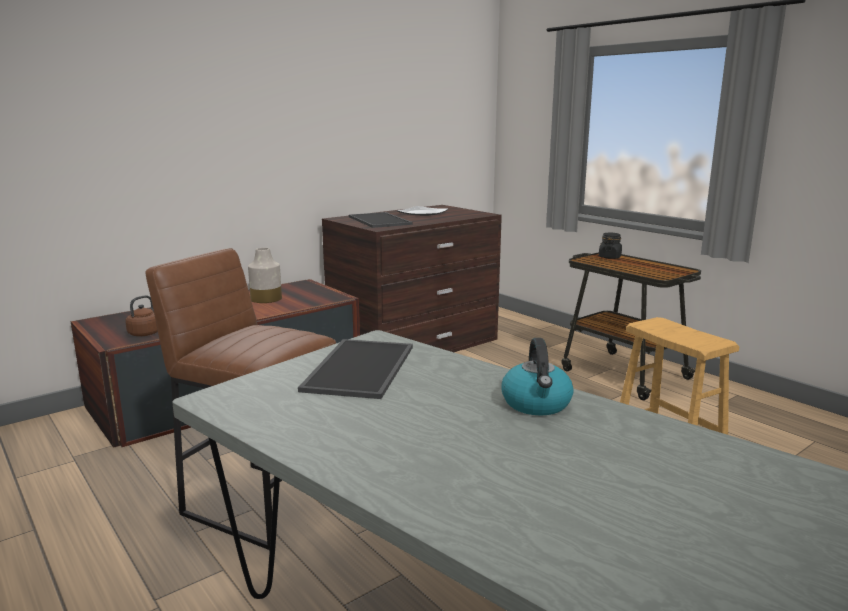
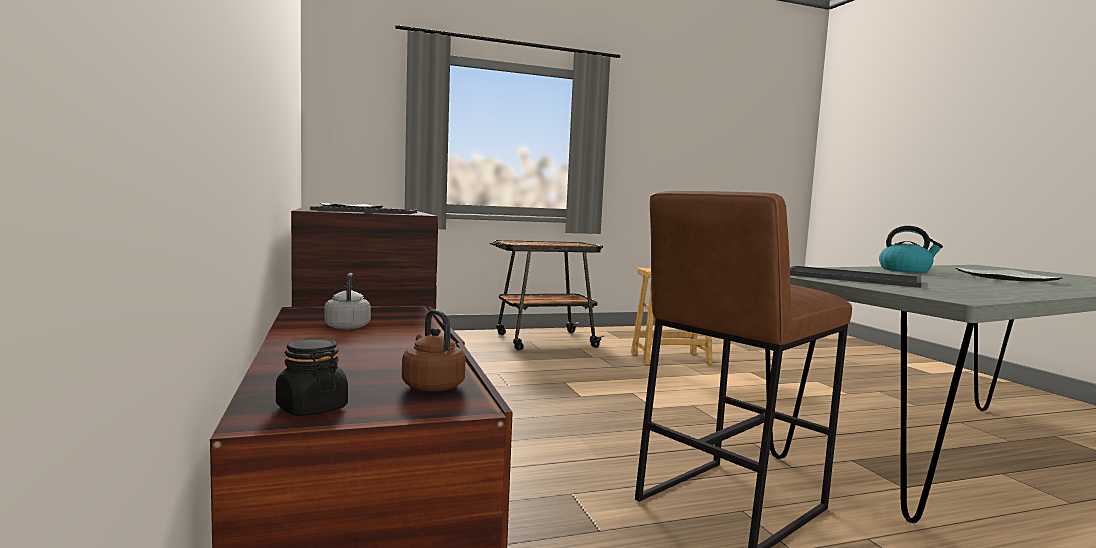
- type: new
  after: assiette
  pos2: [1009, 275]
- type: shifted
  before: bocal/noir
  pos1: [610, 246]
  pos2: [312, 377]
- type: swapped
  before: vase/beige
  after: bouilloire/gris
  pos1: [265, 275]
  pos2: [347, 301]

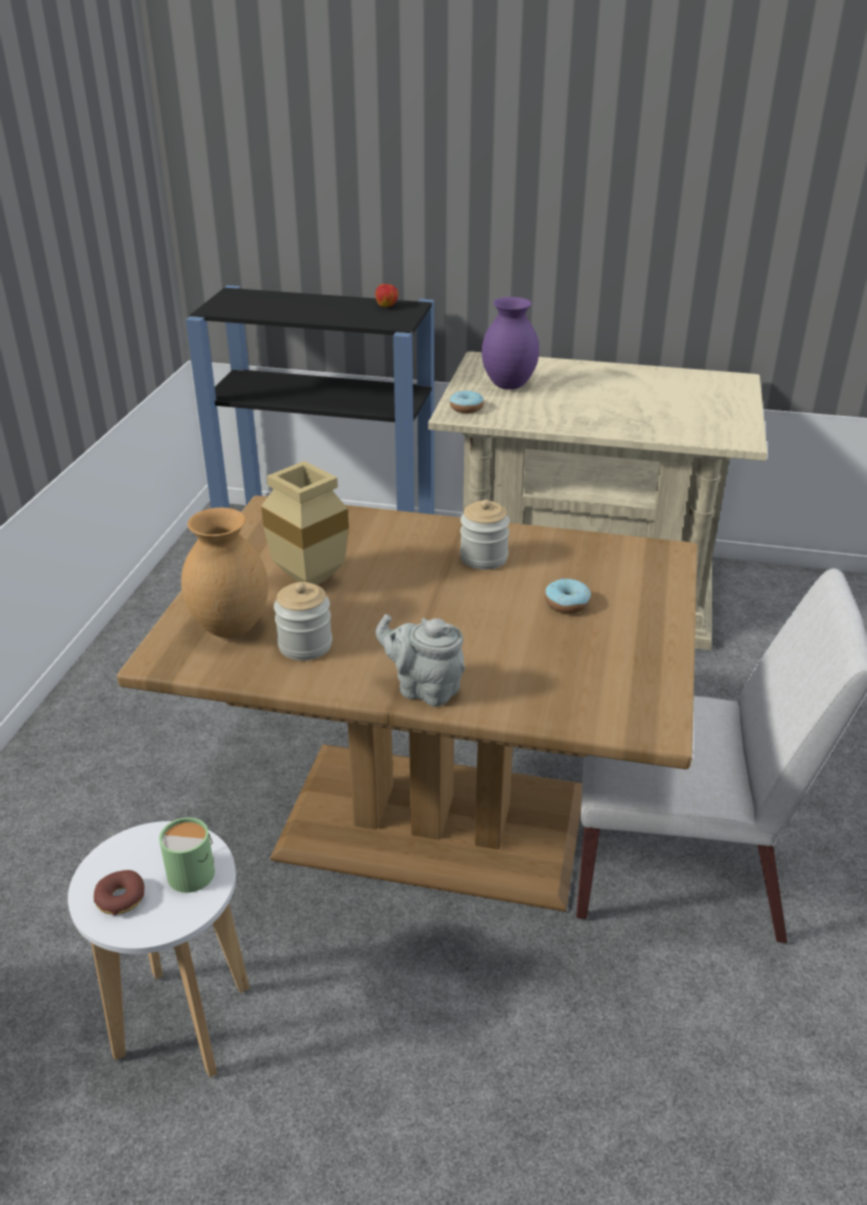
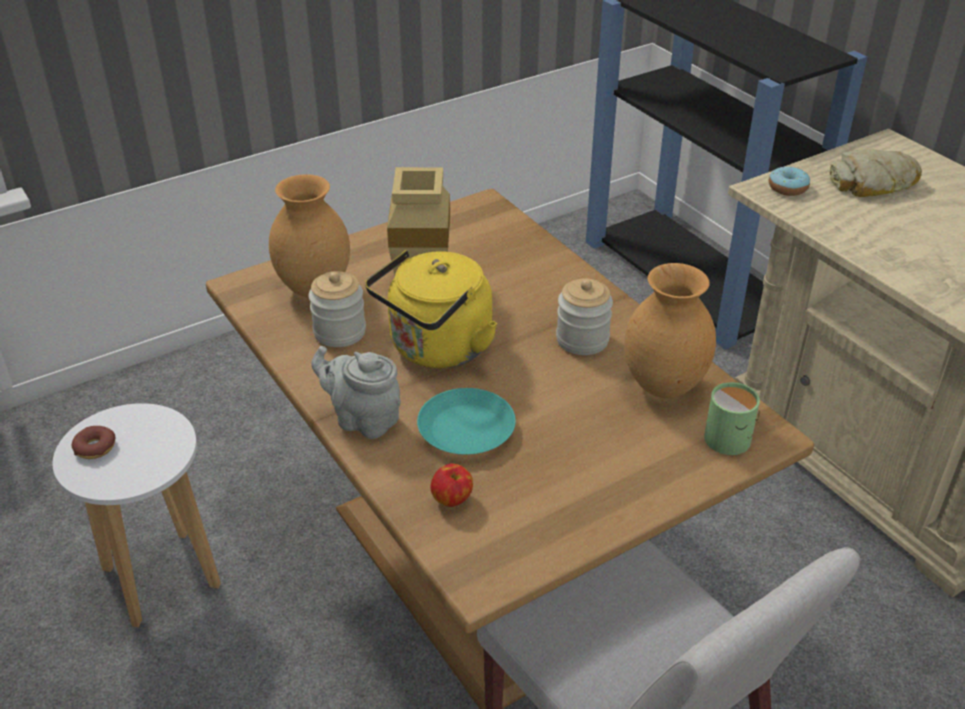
- type: gone
  before: beignet
  pos1: [568, 595]
- type: new
  after: bouilloire/jaune
  pos2: [431, 309]
- type: new
  after: assiette/turquoise
  pos2: [466, 421]
- type: new
  after: vase/marron
  pos2: [670, 330]
- type: shifted
  before: mug/vert
  pos1: [187, 855]
  pos2: [732, 418]
- type: shifted
  before: pomme
  pos1: [386, 295]
  pos2: [452, 485]
- type: swapped
  before: vase/violet
  after: pain
  pos1: [510, 343]
  pos2: [876, 173]
- type: rotated
  before: théière/gris
  pos1: [420, 660]
  pos2: [356, 392]
  turn: -45

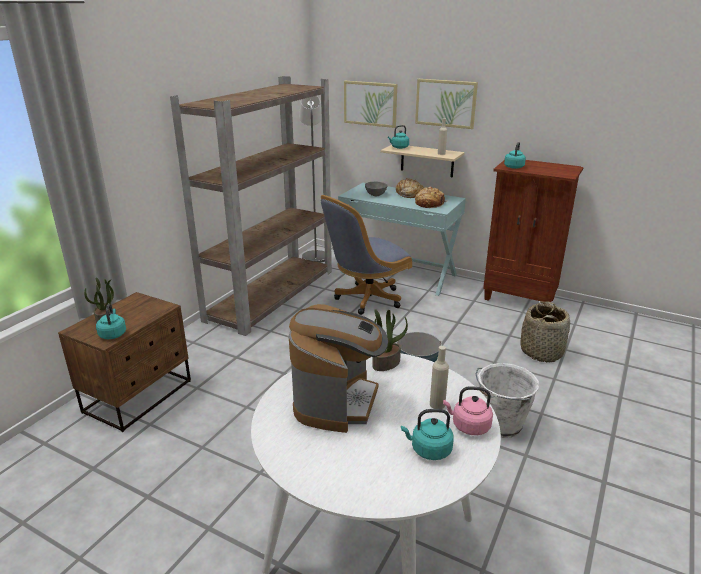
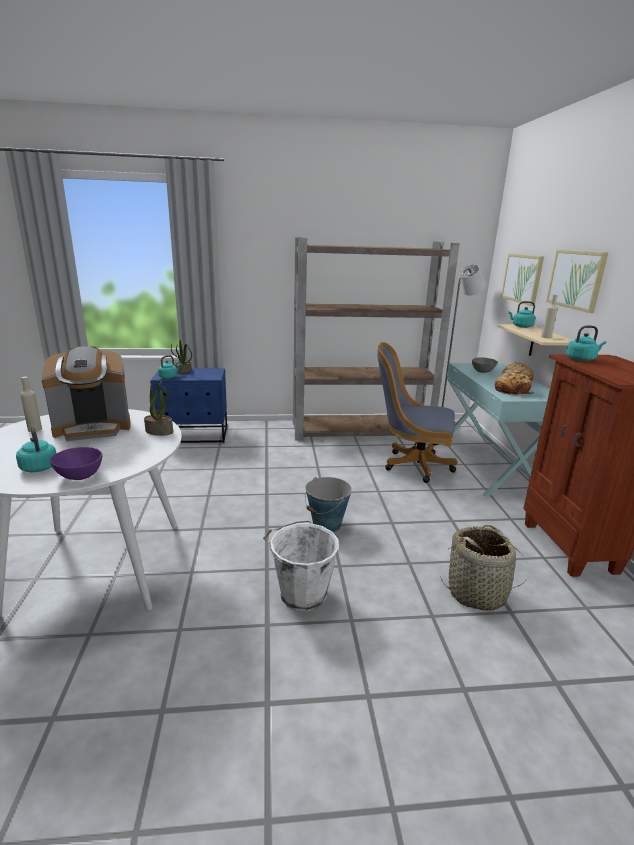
- type: shifted
  before: bouteille/beige
  pos1: [439, 377]
  pos2: [31, 404]
- type: swapped
  before: bouilloire/rose
  after: bol/violet
  pos1: [468, 410]
  pos2: [75, 463]
- type: repainted
  before: table de chevet/marron
  after: table de chevet/bleu
  pos1: [124, 362]
  pos2: [188, 405]

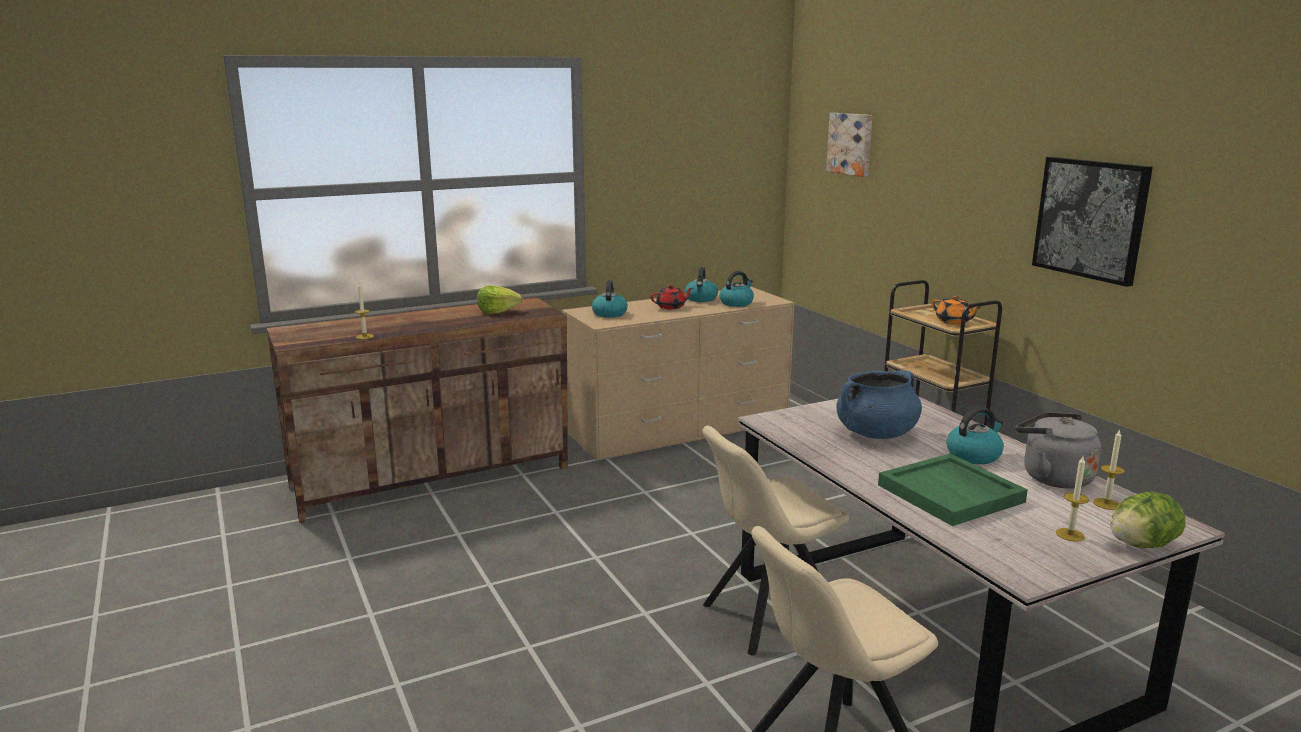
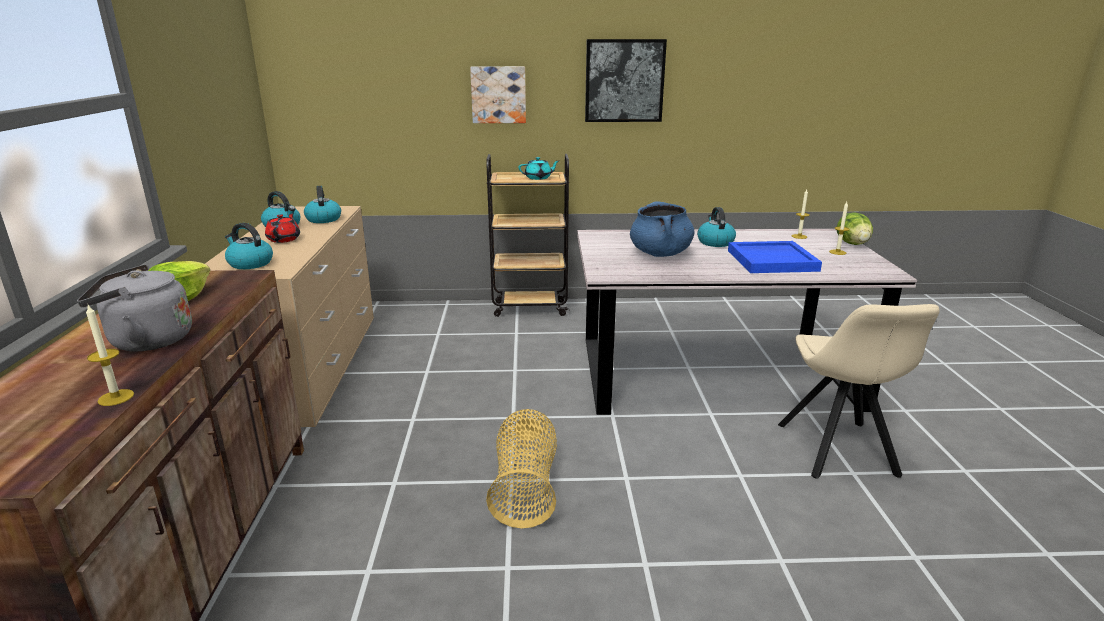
- type: gone
  before: chaise/beige
  pos1: [775, 541]
- type: new
  after: panier
  pos2: [521, 468]
- type: shifted
  before: tableau
  pos1: [849, 145]
  pos2: [498, 94]
- type: shifted
  before: bouilloire/gris
  pos1: [1058, 450]
  pos2: [134, 307]
- type: repainted
  before: plateau/vert
  after: plateau/bleu
  pos1: [953, 490]
  pos2: [775, 257]
- type: repainted
  before: théière/orange
  after: théière/turquoise
  pos1: [956, 309]
  pos2: [538, 168]

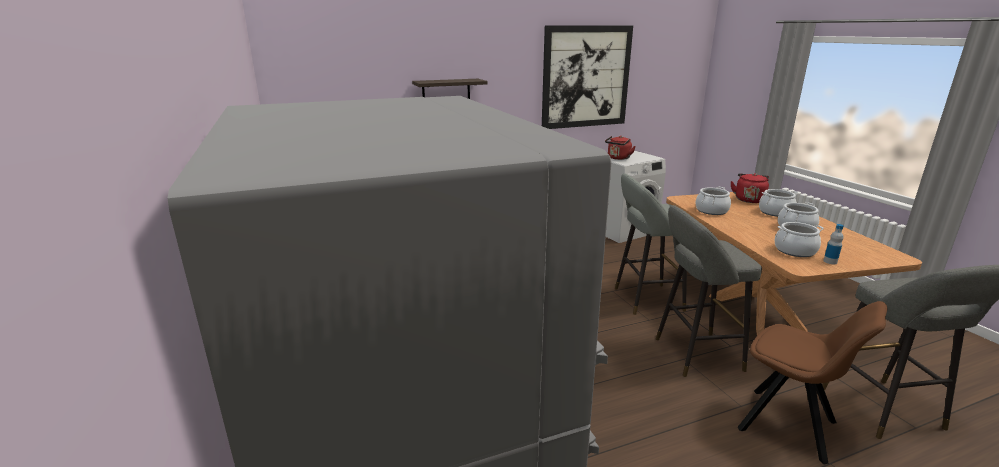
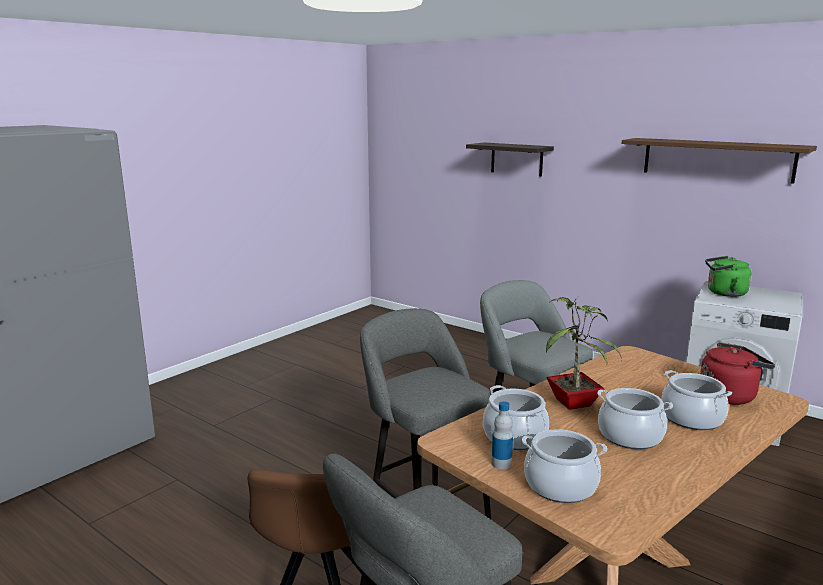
- type: new
  after: plante en pot
  pos2: [584, 353]
- type: shifted
  before: marmite
  pos1: [713, 201]
  pos2: [564, 466]
- type: swapped
  before: tableau
  after: étagère/marron
  pos1: [587, 77]
  pos2: [719, 161]
- type: repainted
  before: bouilloire/rouge
  after: bouilloire/vert
  pos1: [620, 148]
  pos2: [728, 276]

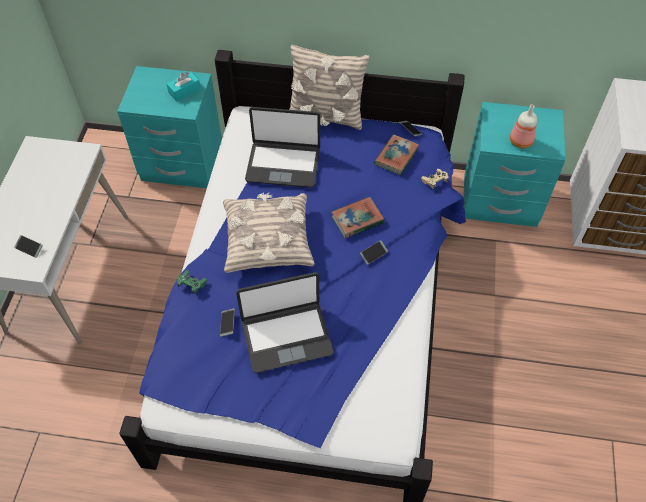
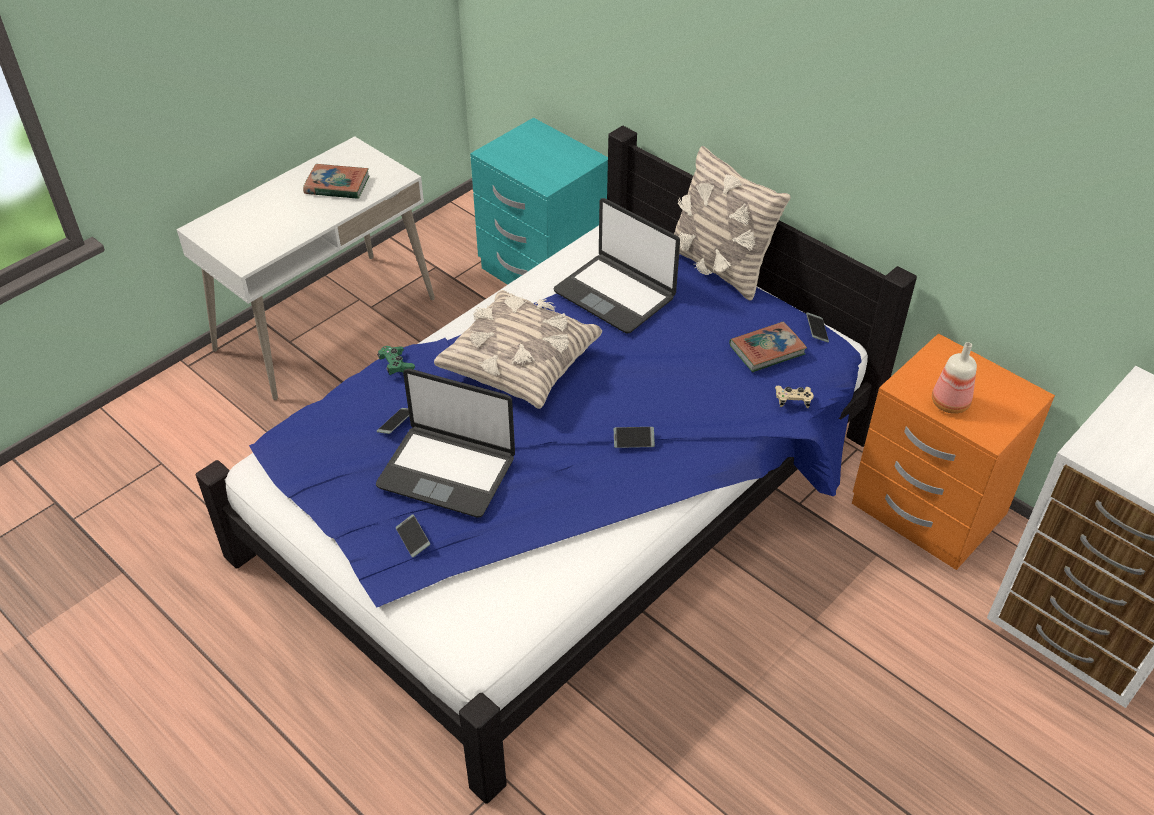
- type: gone
  before: boîte à mouchoirs/turquoise
  pos1: [184, 86]
- type: shifted
  before: téléphone
  pos1: [28, 246]
  pos2: [413, 535]
- type: shifted
  before: livre
  pos1: [358, 217]
  pos2: [336, 181]
- type: repainted
  before: table de chevet/turquoise
  after: table de chevet/orange
  pos1: [514, 164]
  pos2: [953, 451]

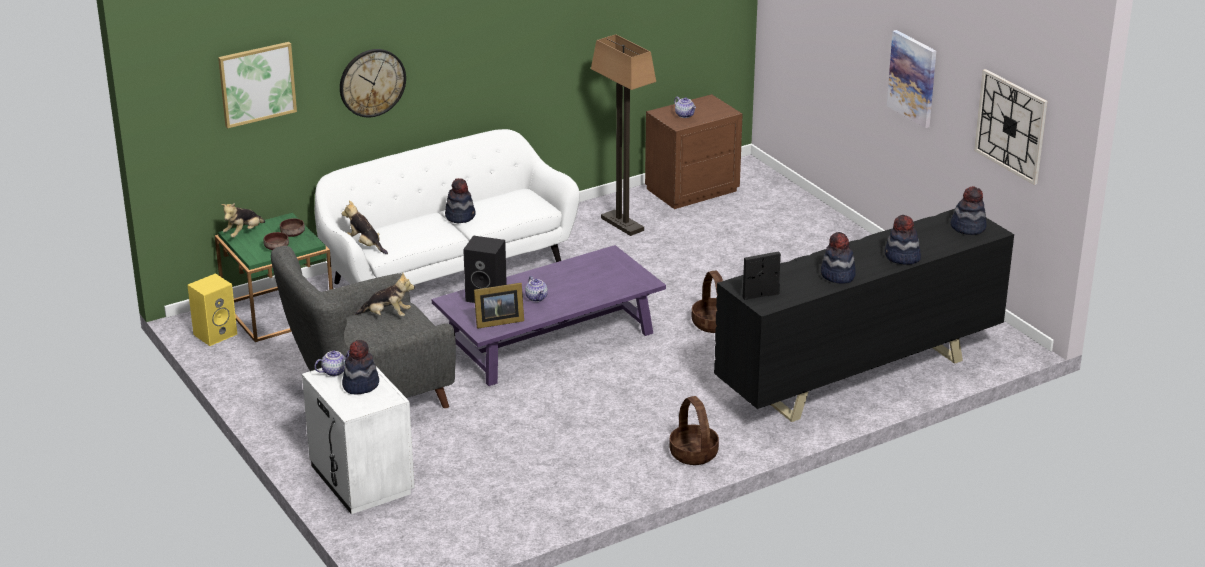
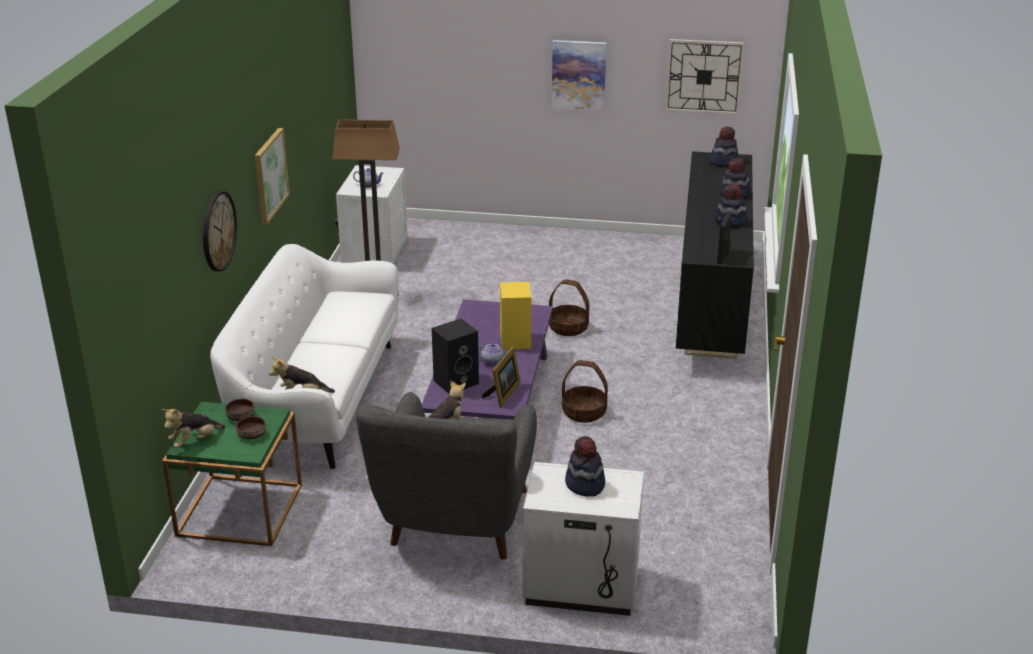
- type: gone
  before: théière
  pos1: [331, 363]
- type: gone
  before: chapeau
  pos1: [460, 200]
- type: shifted
  before: enceinte/jaune
  pos1: [212, 309]
  pos2: [515, 316]
- type: shifted
  before: tableau
  pos1: [257, 85]
  pos2: [272, 176]
- type: shifted
  before: panier
  pos1: [694, 430]
  pos2: [585, 391]
- type: repainted
  before: table de chevet/marron
  after: table de chevet/blanc
  pos1: [694, 151]
  pos2: [371, 214]
- type: rotated
  before: peluche
  pos1: [243, 220]
  pos2: [193, 428]
  turn: 60

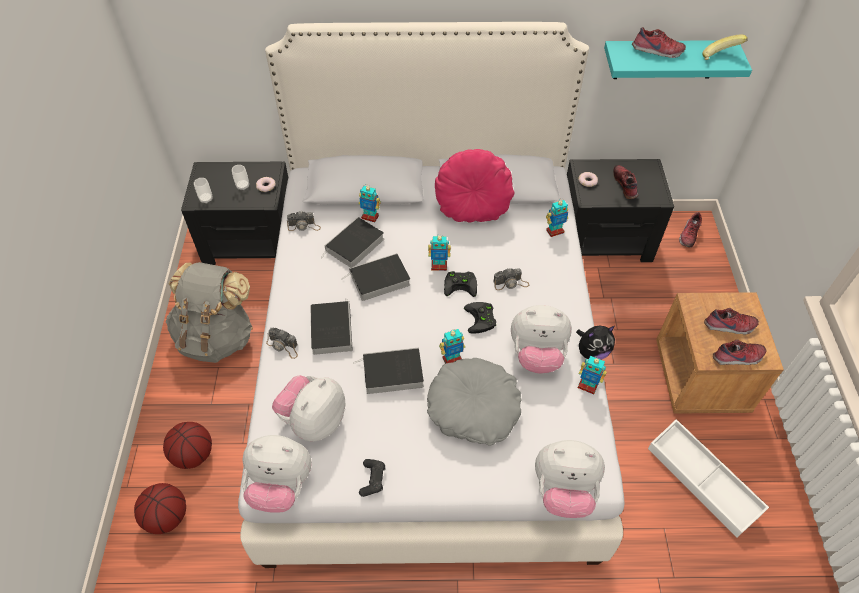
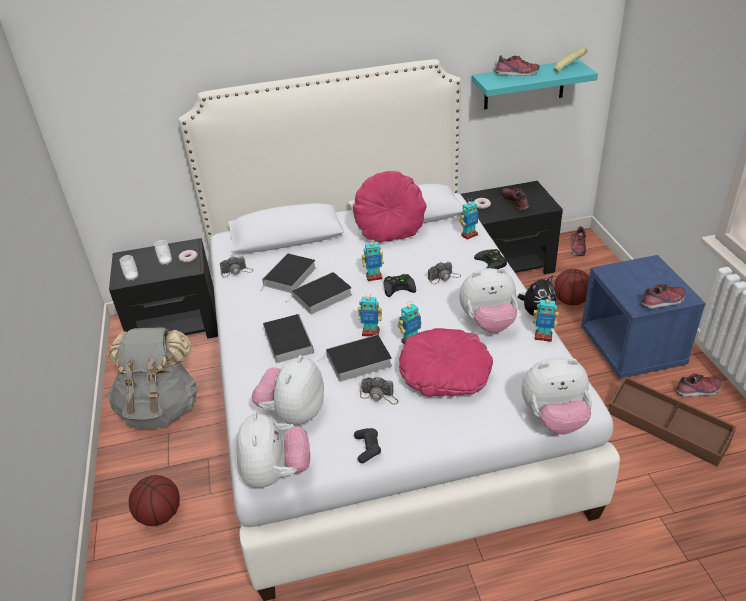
- type: shifted
  before: ballon de basket
  pos1: [160, 508]
  pos2: [571, 287]
- type: shifted
  before: appareil photo
  pos1: [282, 343]
  pos2: [379, 391]
- type: shifted
  before: robot jouet
  pos1: [370, 203]
  pos2: [370, 315]
- type: shifted
  before: manette/noir
  pos1: [480, 318]
  pos2: [490, 259]
- type: shifted
  before: chaussure
  pos1: [731, 321]
  pos2: [698, 385]
- type: repainted
  before: coussin/gris
  after: coussin/rose
  pos1: [474, 402]
  pos2: [446, 362]
- type: repainted
  before: boîte de rangement/blanc
  after: boîte de rangement/marron
  pos1: [708, 478]
  pos2: [672, 421]
- type: repainted
  before: table de chevet/marron
  after: table de chevet/bleu
  pos1: [720, 353]
  pos2: [643, 317]
- type: rotated
  before: peluche
  pos1: [277, 474]
  pos2: [273, 449]
  turn: -90

